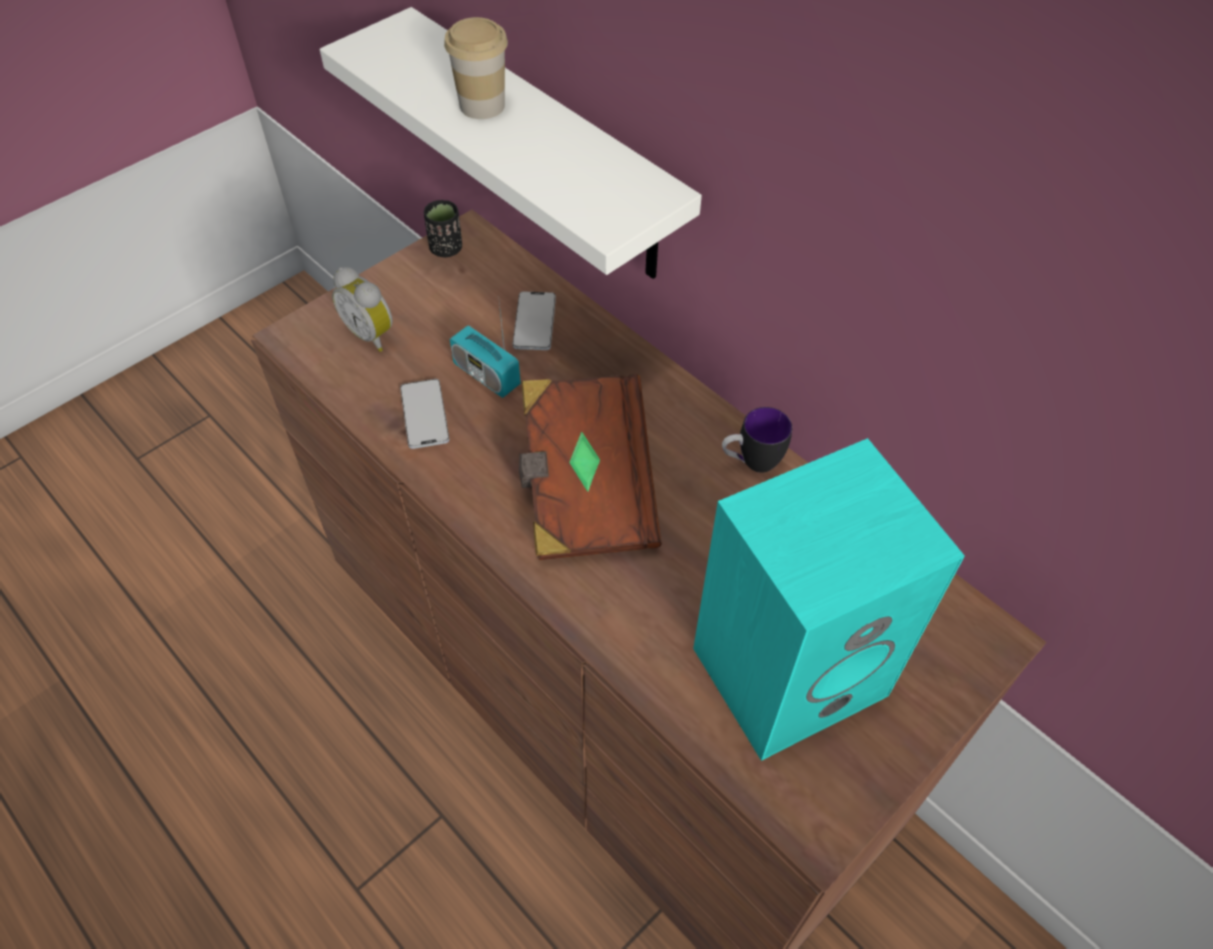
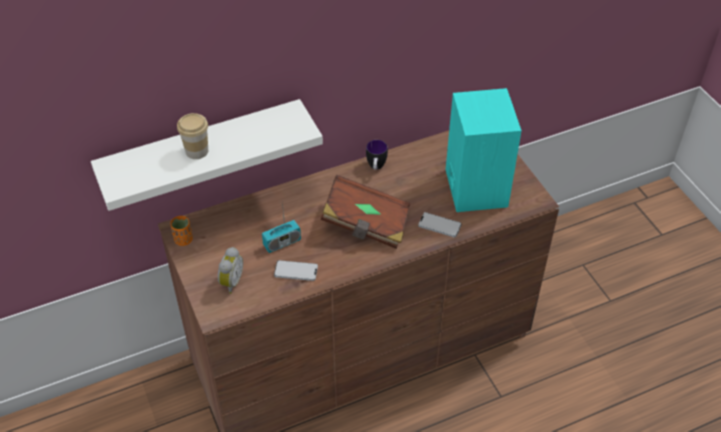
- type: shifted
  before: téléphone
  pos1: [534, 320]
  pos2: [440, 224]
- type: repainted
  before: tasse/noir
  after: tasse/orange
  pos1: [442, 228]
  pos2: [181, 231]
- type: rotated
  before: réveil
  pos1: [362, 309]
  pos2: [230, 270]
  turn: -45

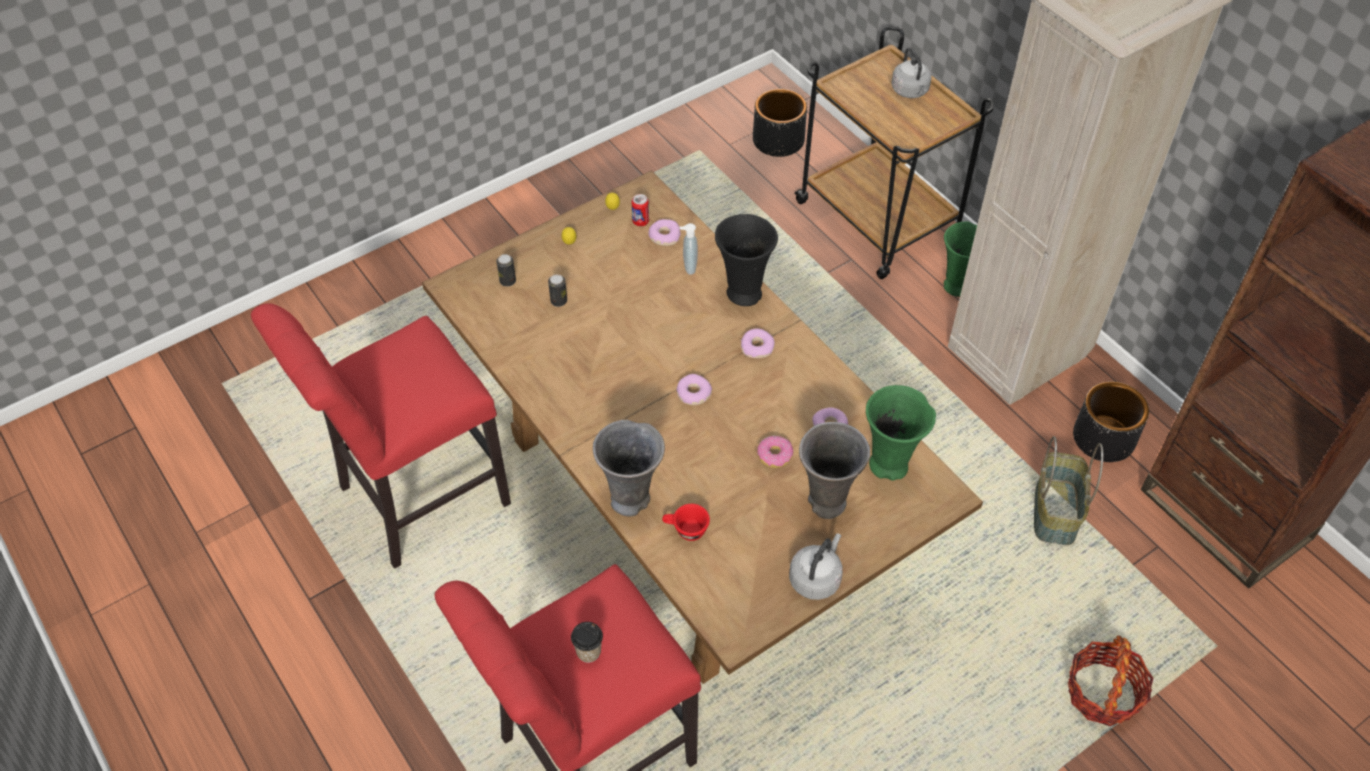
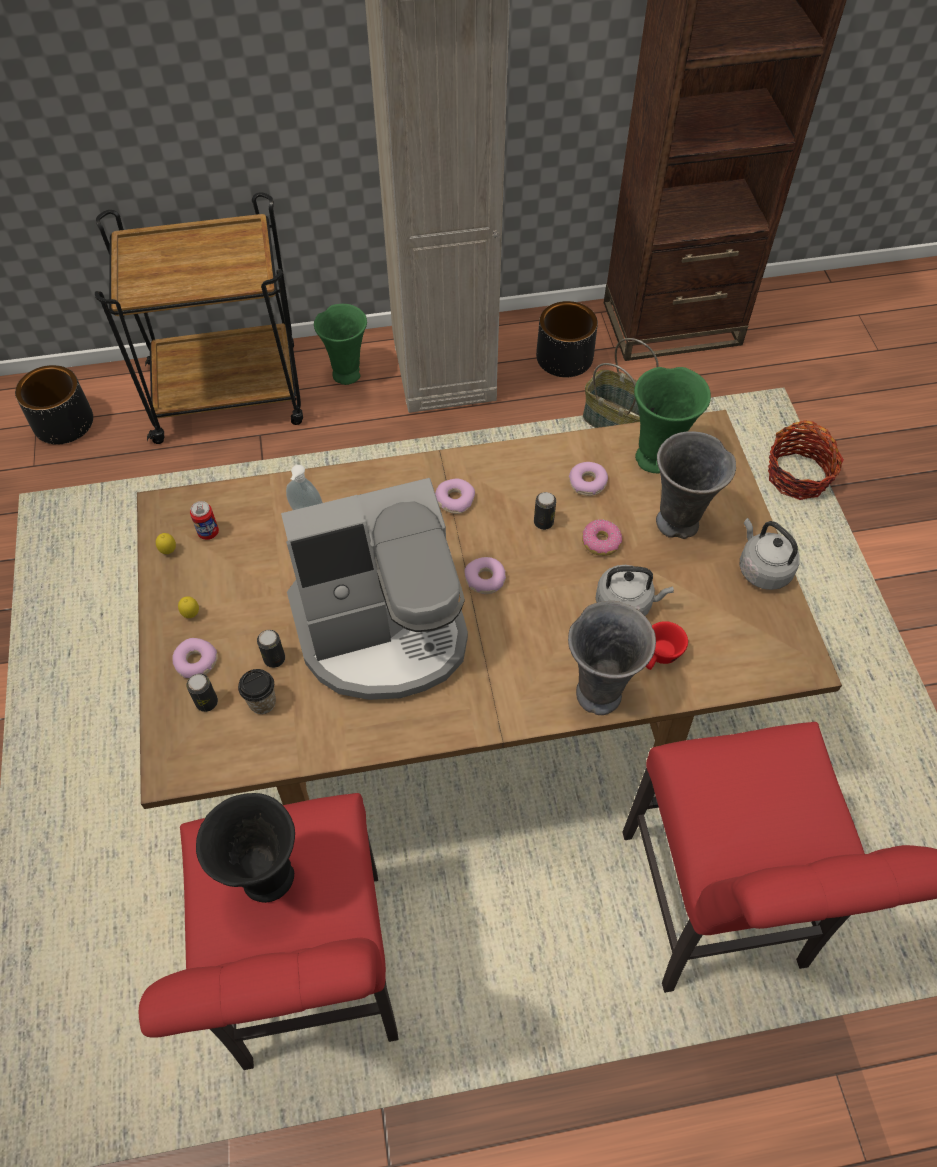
- type: new
  after: machine à café
  pos2: [374, 589]
- type: new
  after: boîte métallique
  pos2: [545, 511]
- type: shifted
  before: tasse
  pos1: [587, 642]
  pos2: [257, 691]
- type: shifted
  before: beignet
  pos1: [664, 232]
  pos2: [194, 658]
- type: shifted
  before: vase/noir
  pos1: [746, 260]
  pos2: [245, 848]
- type: shifted
  before: bouilloire/gris
  pos1: [911, 72]
  pos2: [635, 590]

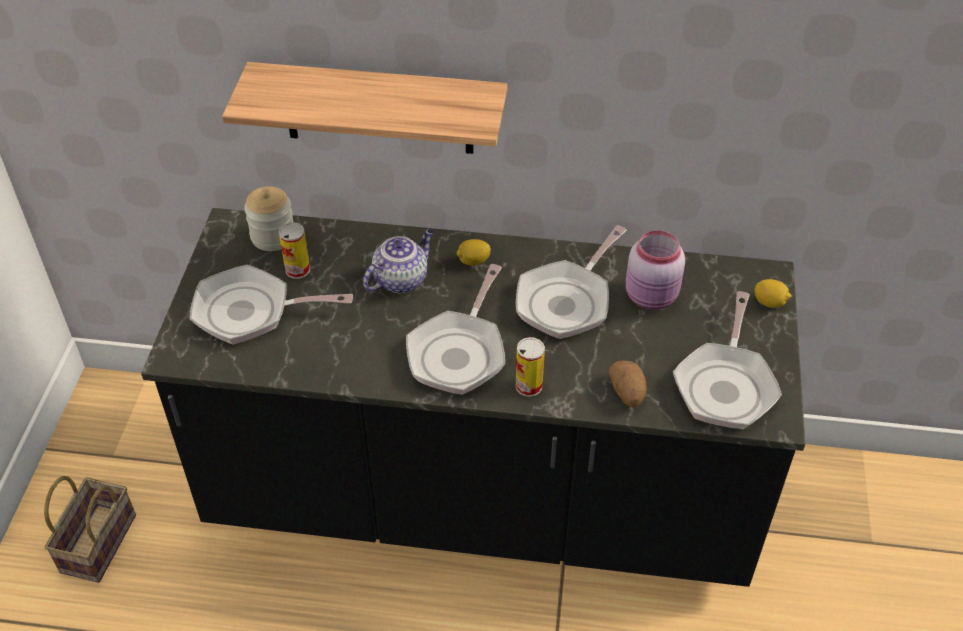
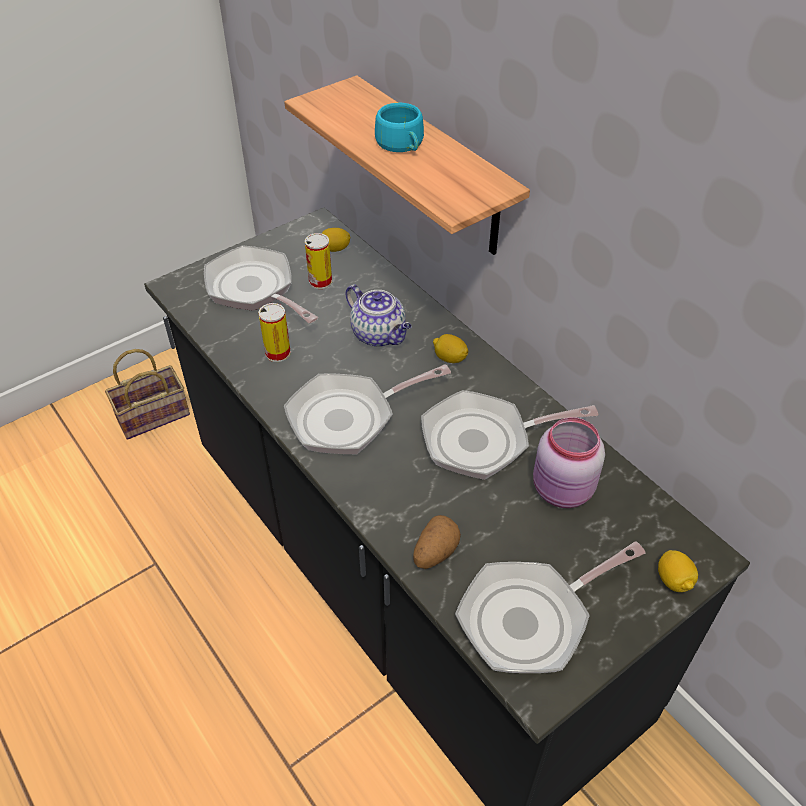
- type: new
  after: tasse/turquoise
  pos2: [399, 127]
- type: shifted
  before: boîte métallique
  pos1: [530, 367]
  pos2: [274, 332]
- type: swapped
  before: bocal
  after: citron
  pos1: [268, 218]
  pos2: [336, 240]
- type: rotated
  before: théière
  pos1: [398, 261]
  pos2: [378, 315]
  turn: 45

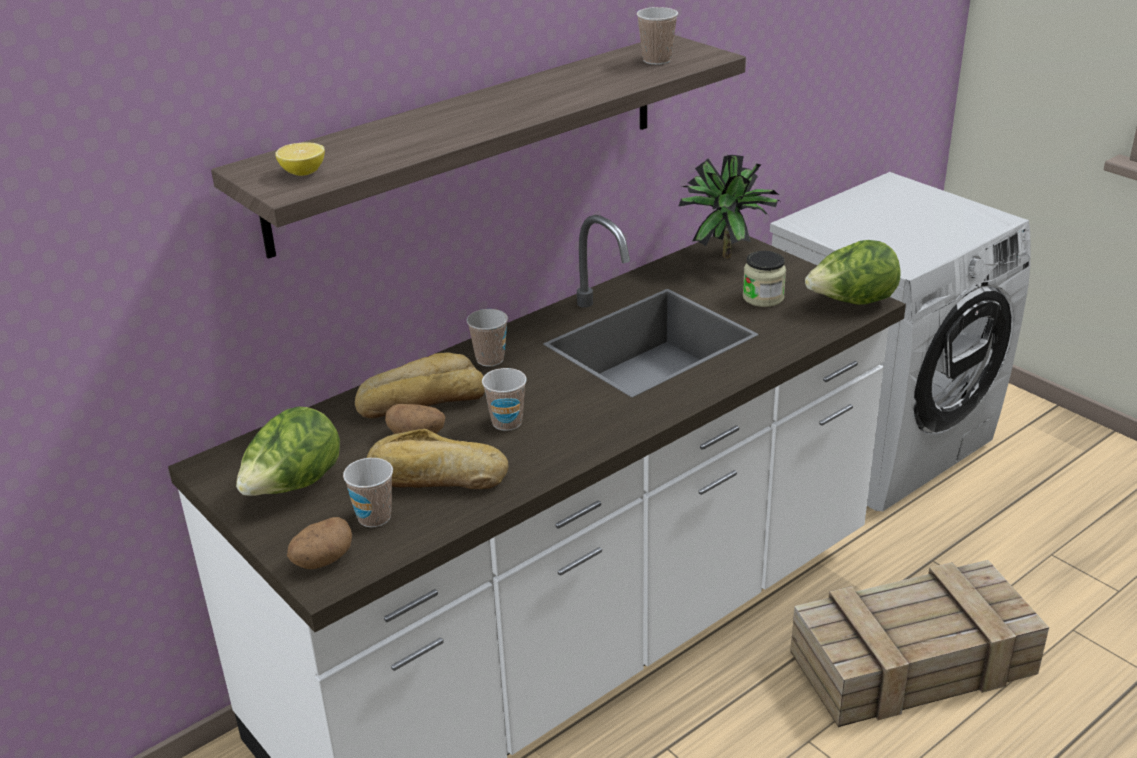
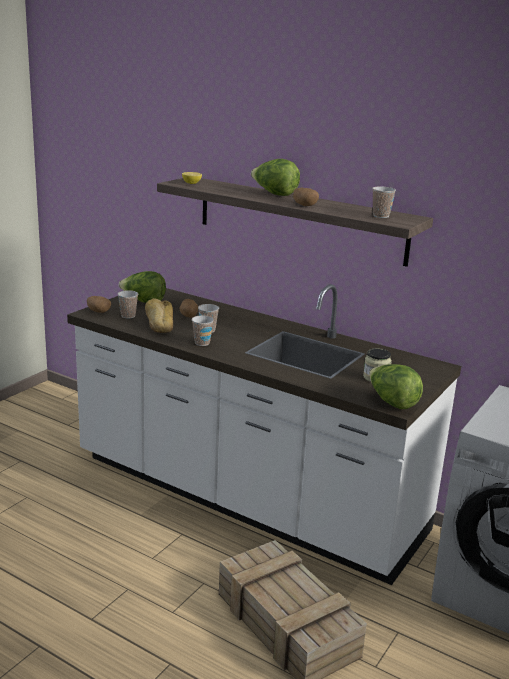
- type: gone
  before: pain
  pos1: [420, 385]
- type: gone
  before: plante en pot
  pos1: [730, 206]
- type: new
  after: laitue
  pos2: [275, 177]
- type: new
  after: pomme de terre
  pos2: [306, 197]
- type: shifted
  before: tasse
  pos1: [487, 337]
  pos2: [203, 331]

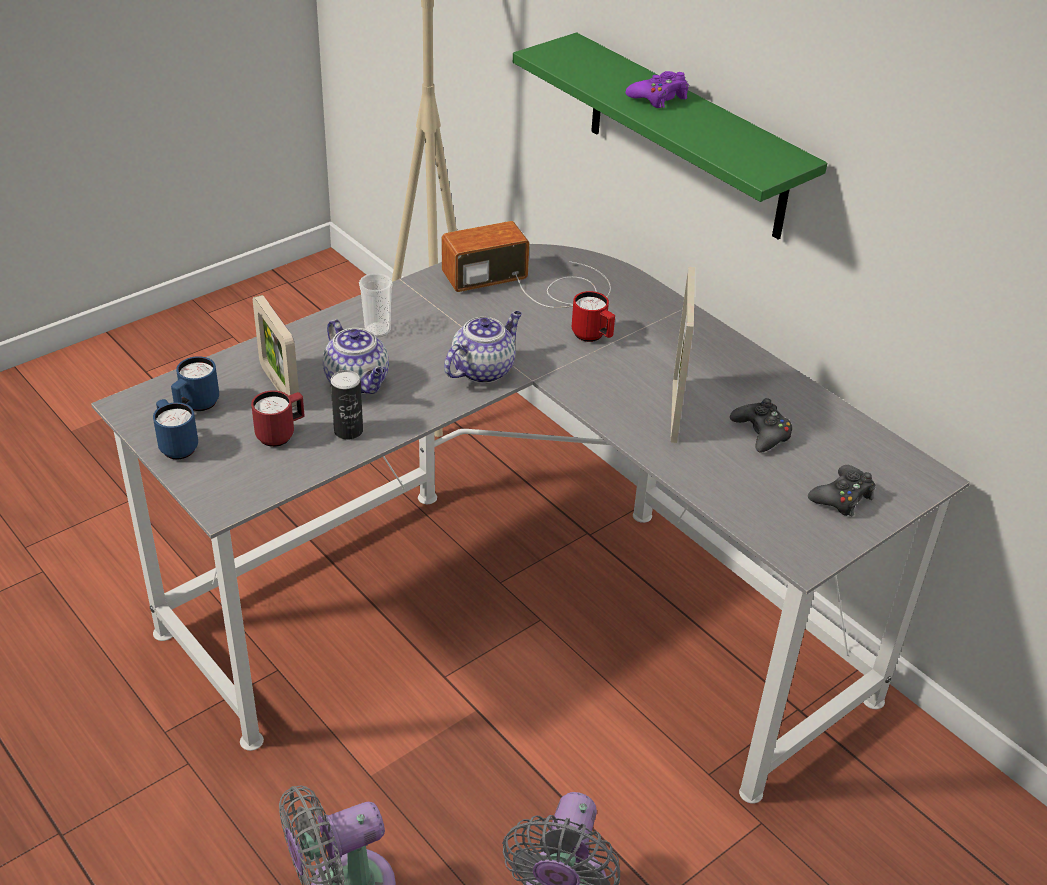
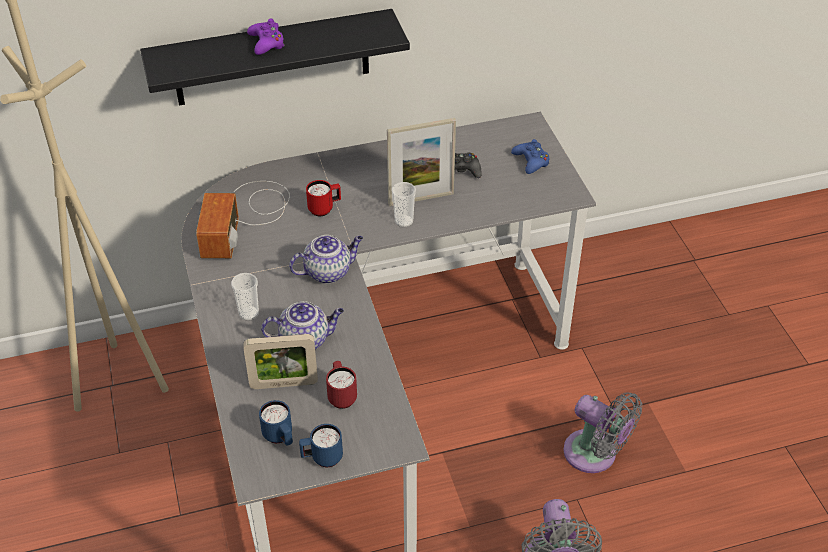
- type: gone
  before: boîte métallique
  pos1: [346, 405]
- type: new
  after: tasse
  pos2: [404, 204]
- type: repainted
  before: étagère/vert
  after: étagère/noir
  pos1: [670, 136]
  pos2: [275, 57]
- type: repainted
  before: manette/noir
  after: manette/bleu
  pos1: [842, 491]
  pos2: [530, 156]
- type: rotated
  before: théière
  pos1: [483, 347]
  pos2: [326, 259]
  turn: 90
- type: rotated
  before: cadre photo
  pos1: [682, 355]
  pos2: [421, 162]
  turn: -45

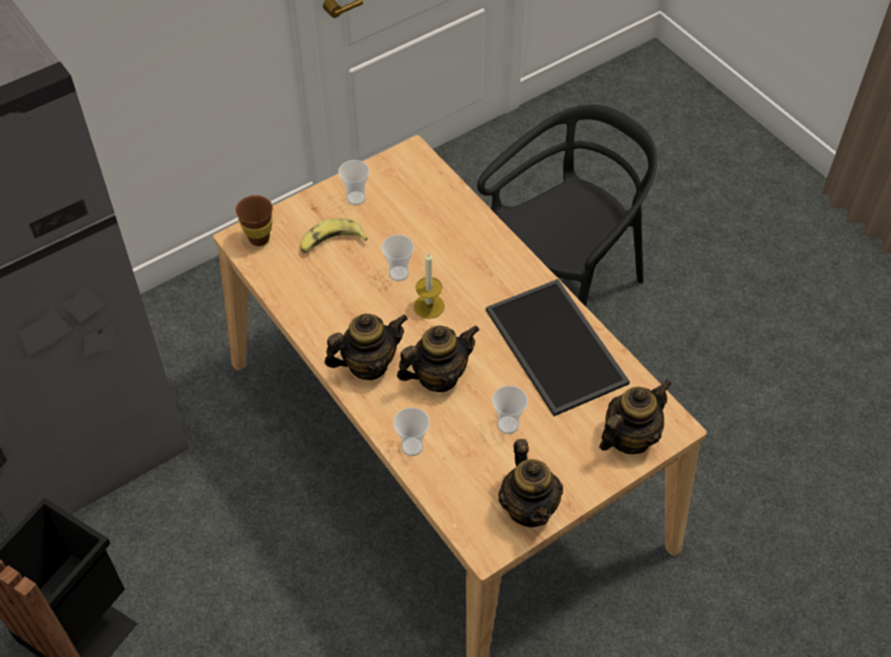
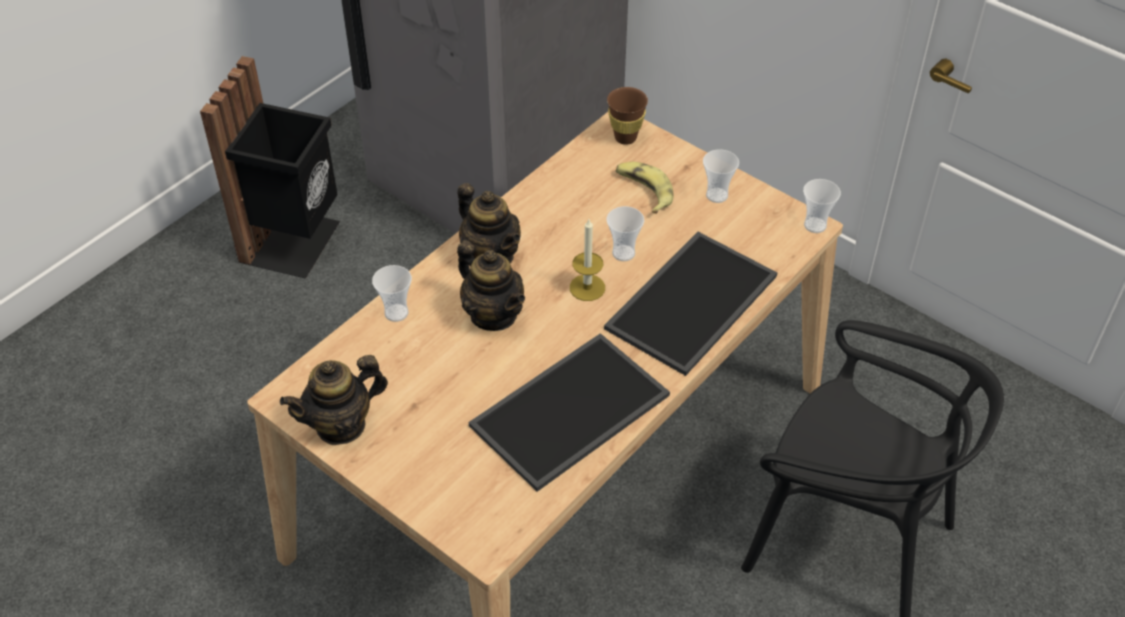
- type: gone
  before: théière
  pos1: [635, 416]
- type: new
  after: plateau
  pos2: [690, 304]
- type: shifted
  before: tasse
  pos1: [510, 410]
  pos2: [822, 206]

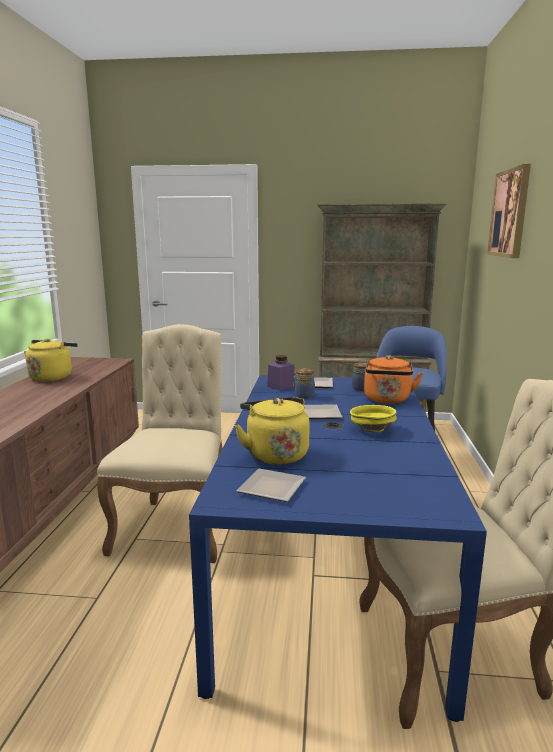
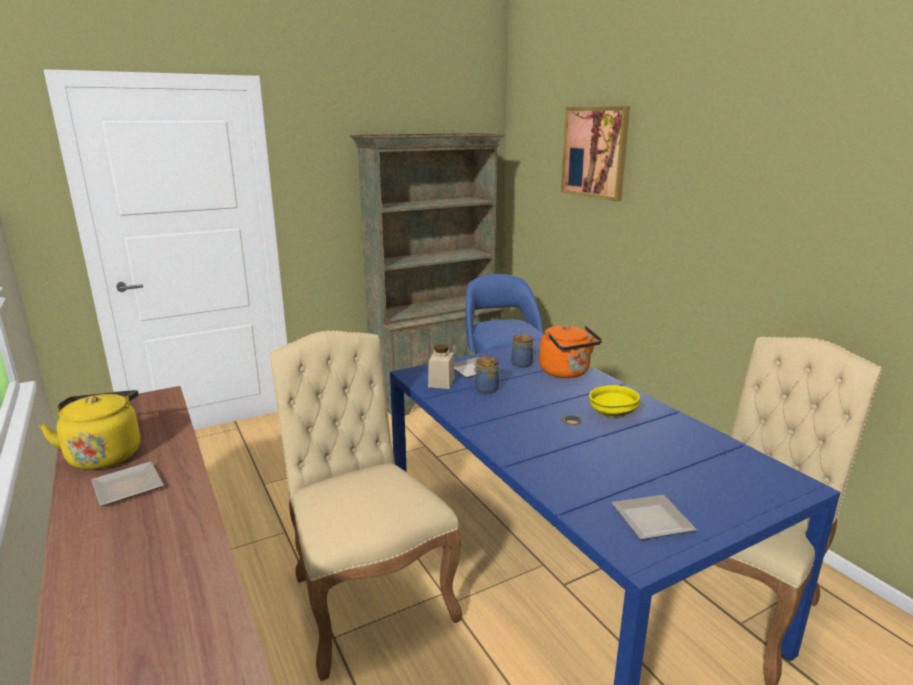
- type: gone
  before: bouilloire/jaune
  pos1: [272, 431]
- type: shifted
  before: assiette
  pos1: [323, 411]
  pos2: [127, 484]
- type: repainted
  before: bocal/violet
  after: bocal/beige
  pos1: [281, 373]
  pos2: [441, 366]

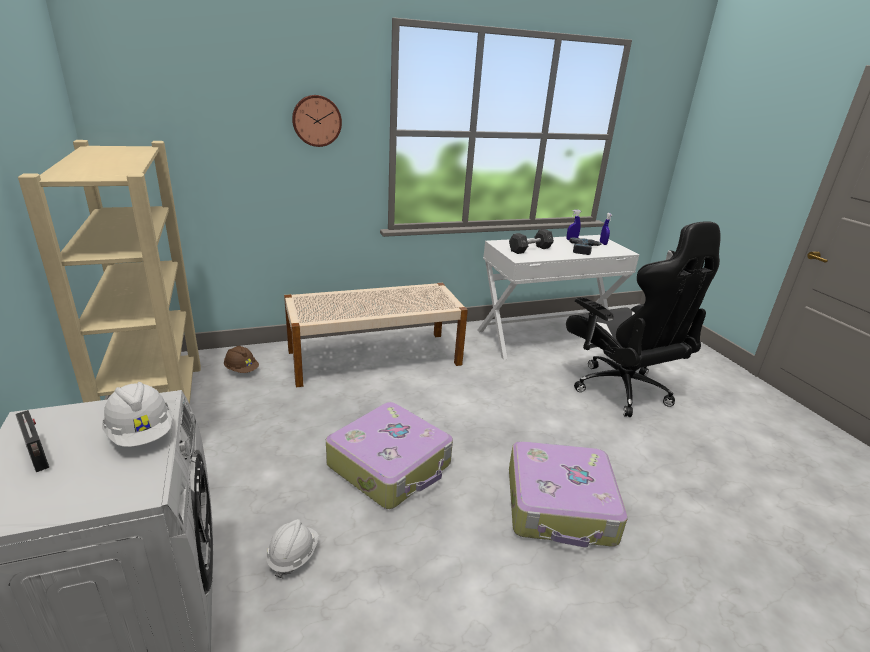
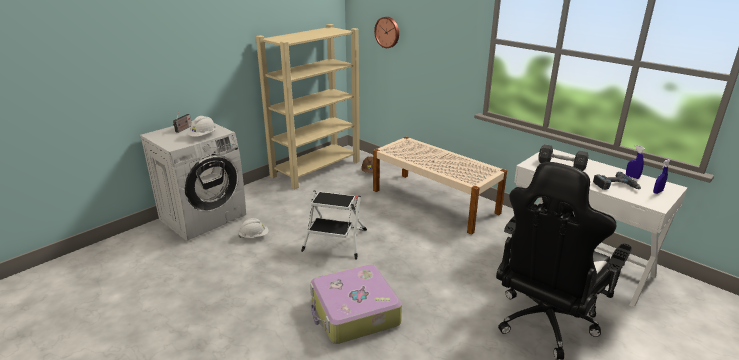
- type: shifted
  before: horloge murale
  pos1: [317, 121]
  pos2: [386, 32]
- type: swapped
  before: valise
  after: escabeau
  pos1: [389, 455]
  pos2: [334, 225]

